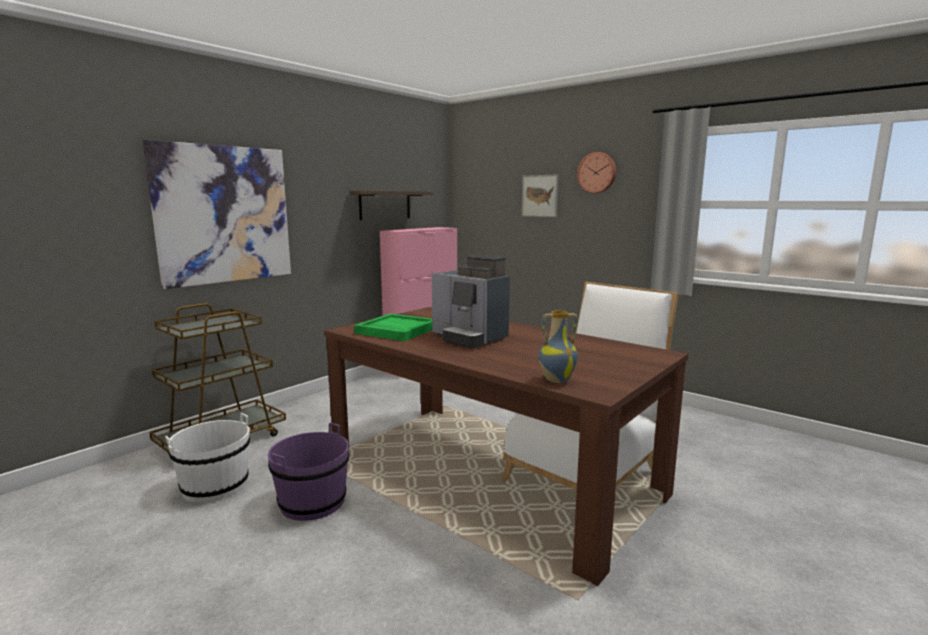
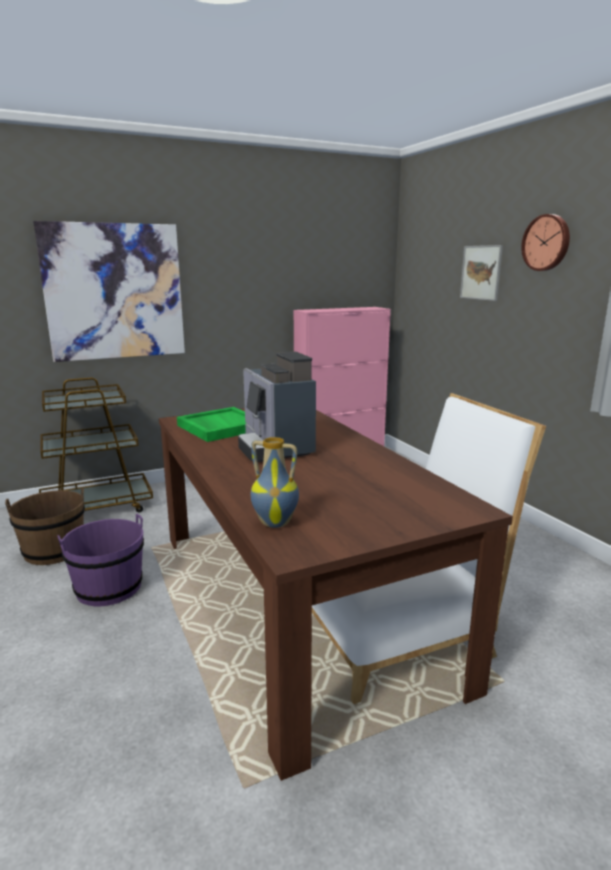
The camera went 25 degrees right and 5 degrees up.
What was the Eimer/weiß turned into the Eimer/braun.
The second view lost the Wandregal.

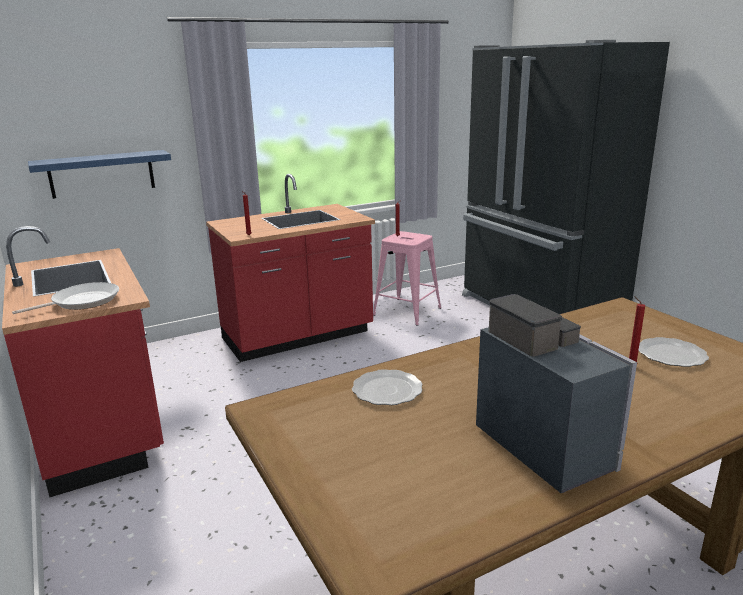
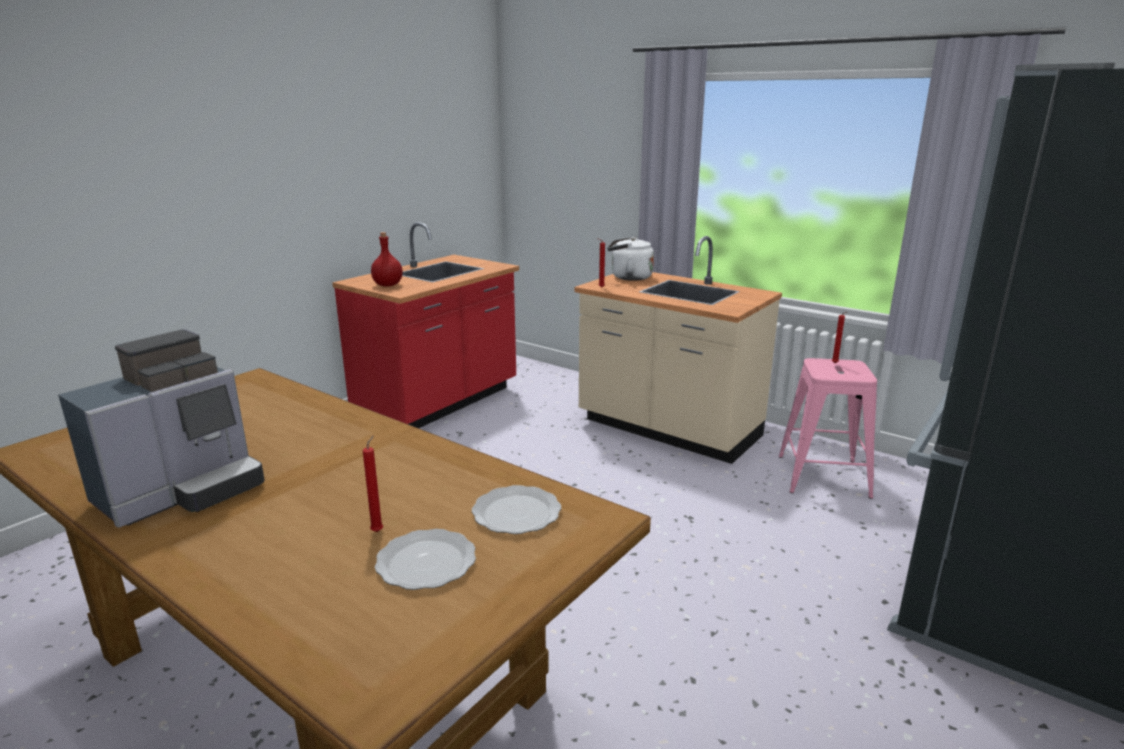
The camera went 65 degrees right and 0 degrees up.
Where the Pfanne stood, the Flasche/rot came to stand.
The second view lost the Wandregal/blau.
What was the Küchenzeile/rot (no. 2 from left) turned into the Küchenzeile/beige.
The Teller (no. 1 from left in the first image) ended up elsewhere.
The second view gained the Wasserkessel/weiß.

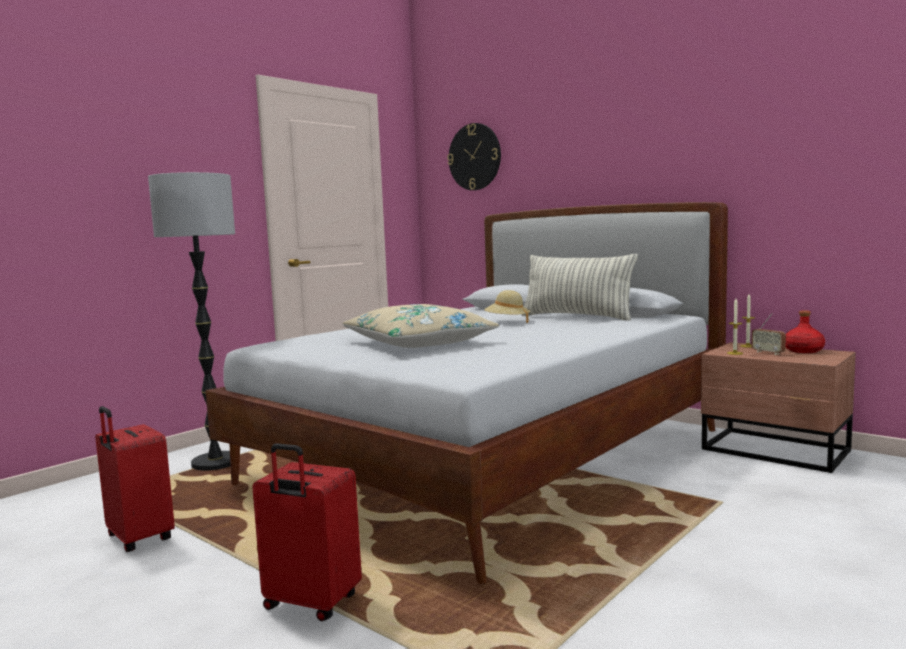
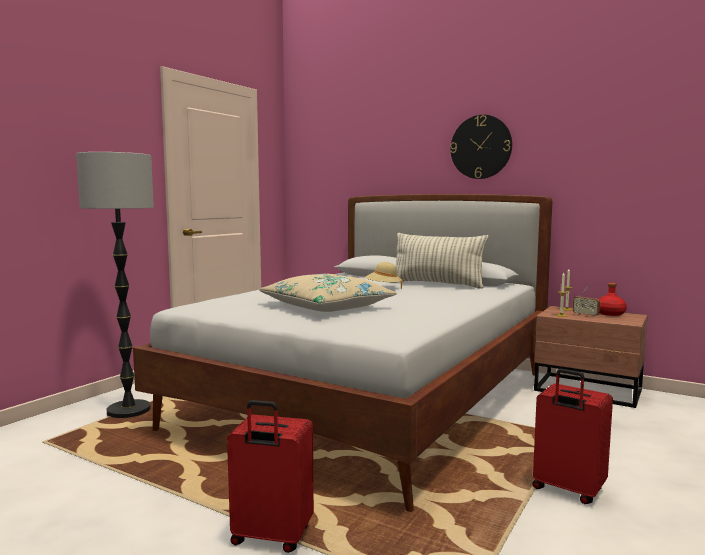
The camera went 10 degrees left and 0 degrees up.
The Koffer/rot (no. 1 from left in the first image) ended up elsewhere.
The Wanduhr ended up elsewhere.

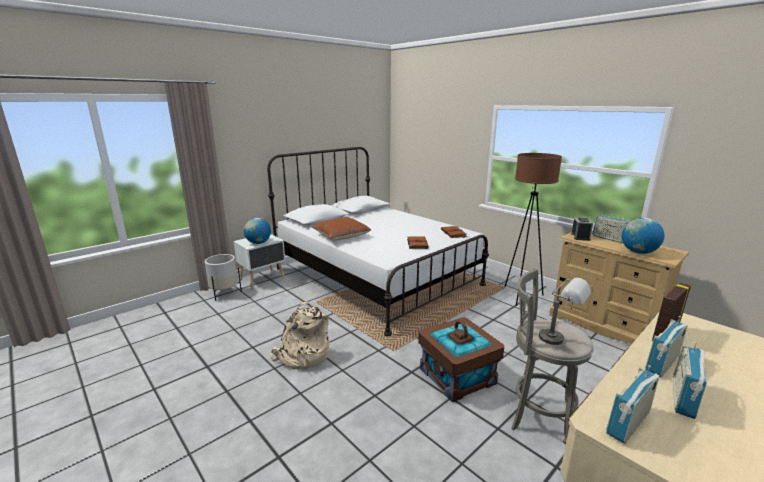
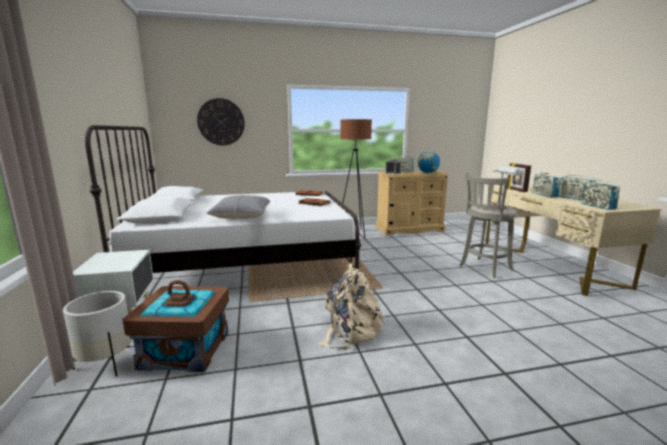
The camera went 60 degrees left and 5 degrees down.
The second view lost the Globus (no. 1 from left).
What was the Kissen/braun turned into the Kissen/grau.
The Aufbewahrungsbox/braun ended up elsewhere.
The second view gained the Wanduhr.

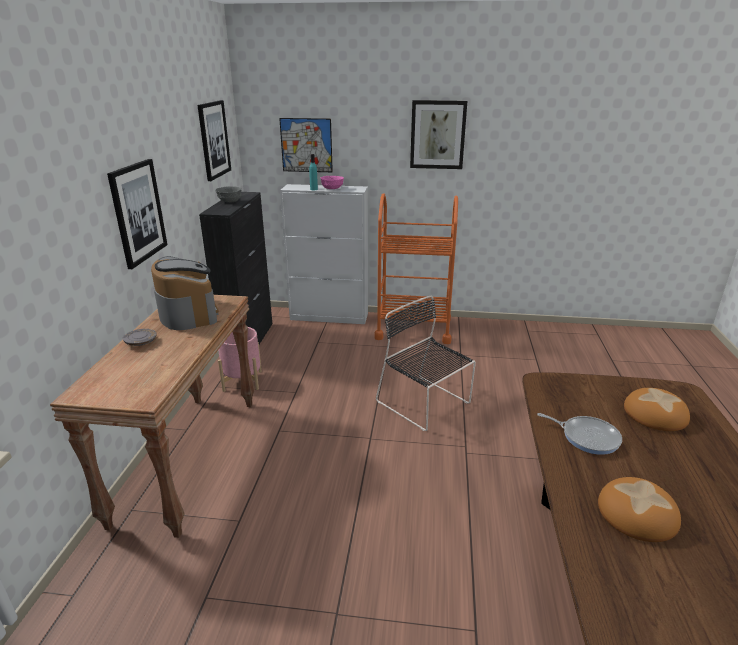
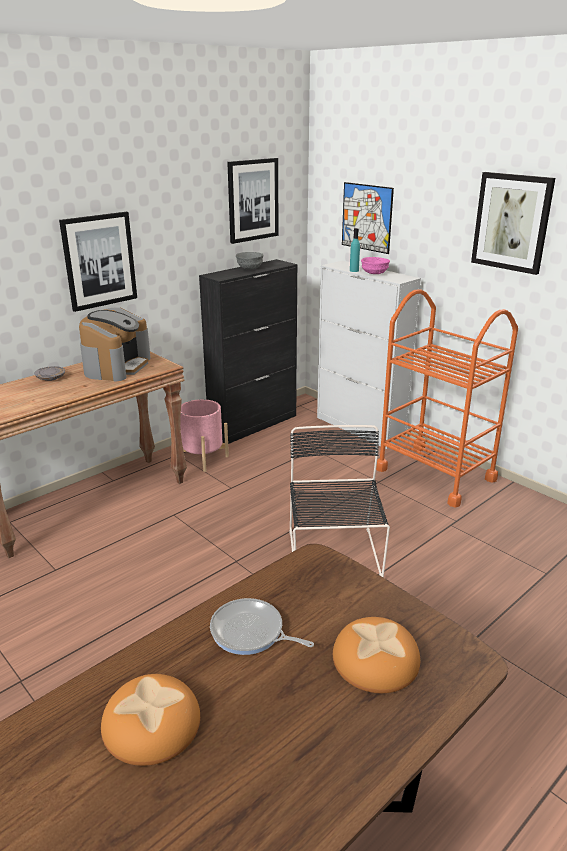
The camera went 40 degrees right and 0 degrees up.
The Pfanne ended up facing another way, 135 degrees clockwise from before.

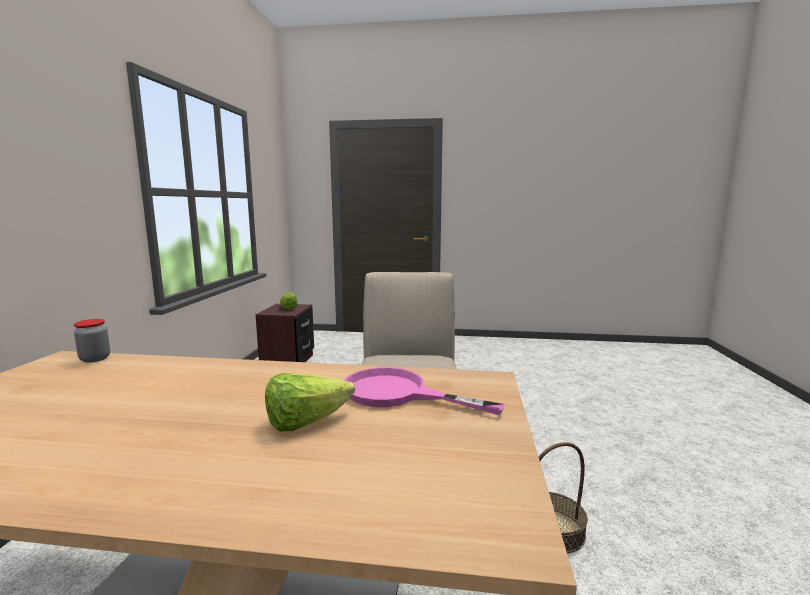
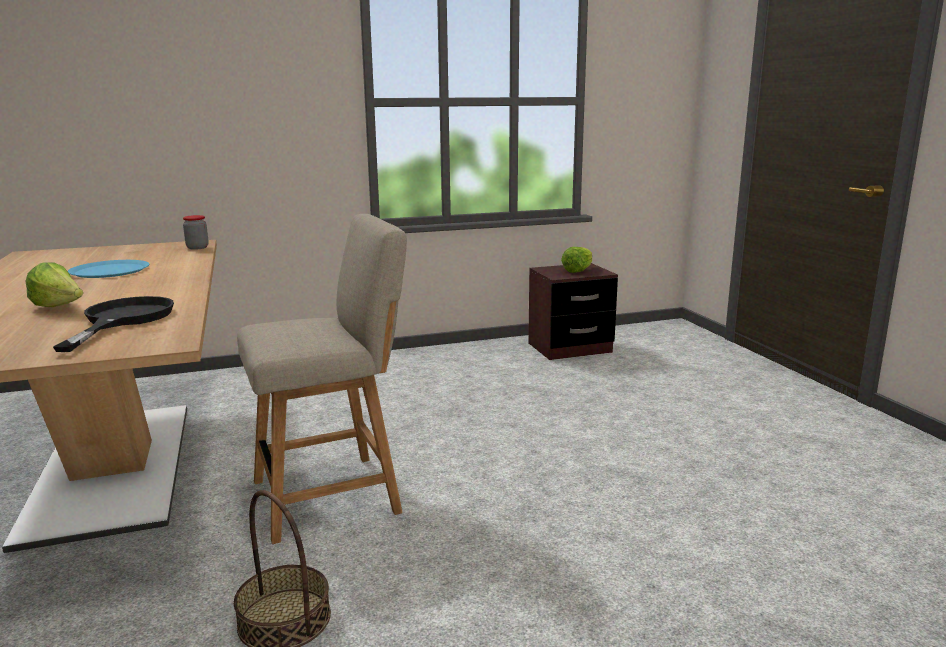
The camera went 65 degrees right and 5 degrees up.
What was the Pfanne/rosa turned into the Pfanne/schwarz.
The second view gained the Teller/blau.

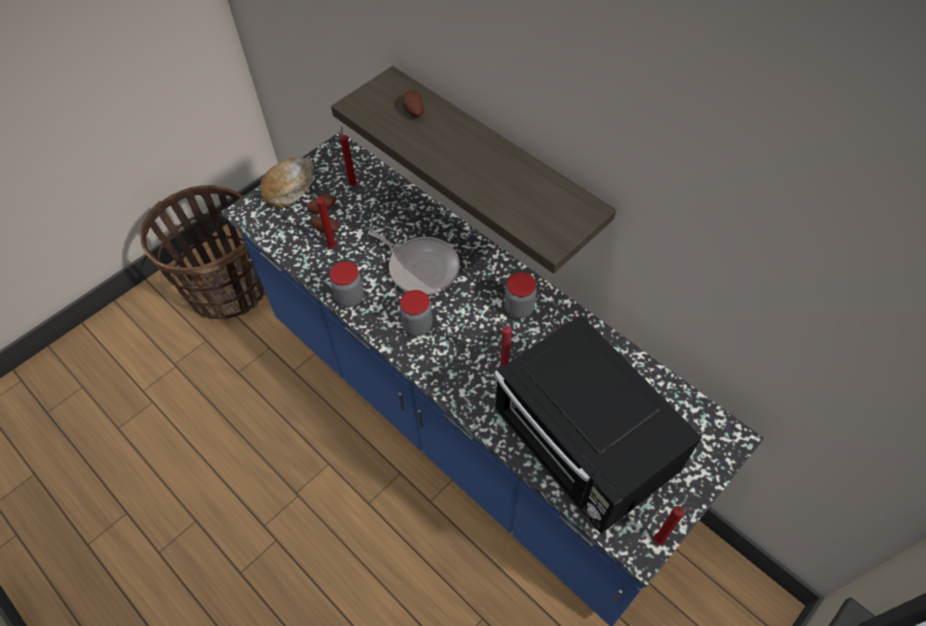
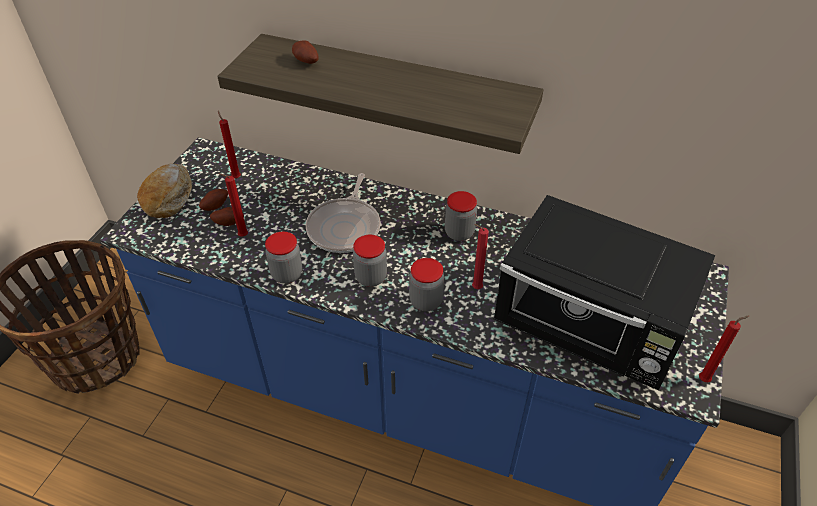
The camera went 25 degrees left and 10 degrees down.
The Pfanne ended up facing another way, 90 degrees clockwise from before.
The second view gained the Vorratsglas (no. 3 from left).

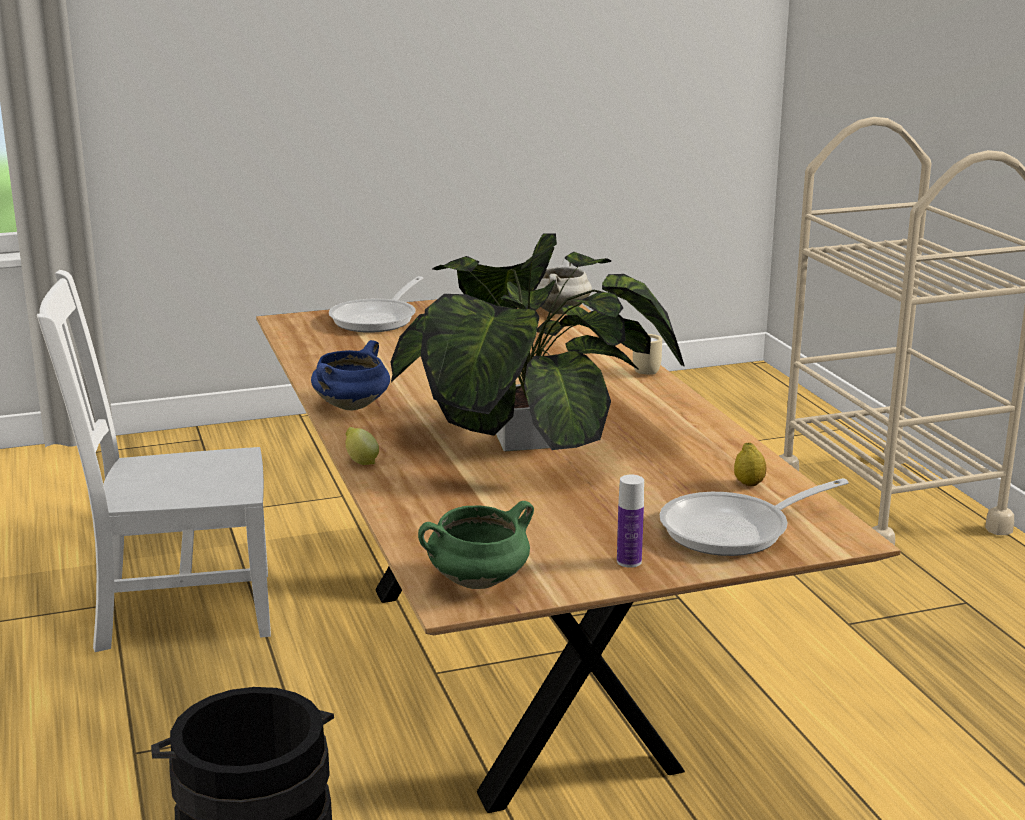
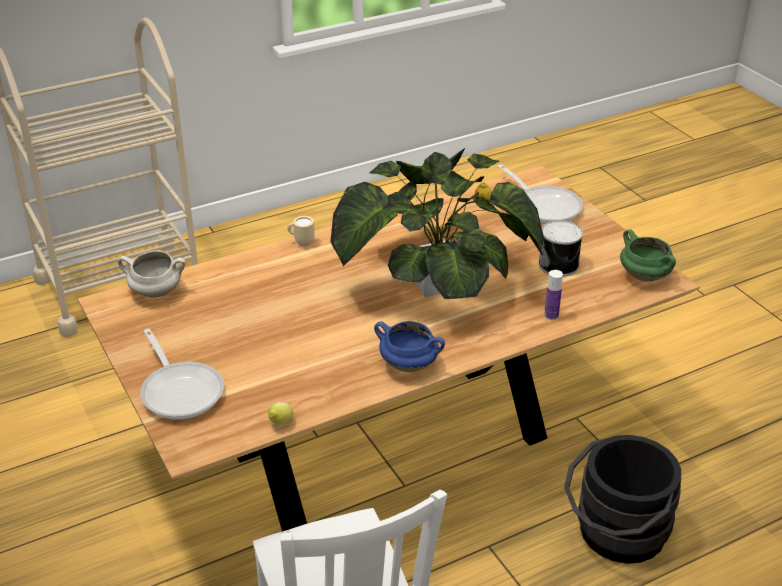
The camera went 100 degrees left and 15 degrees up.
The Pfanne (no. 1 from left) ended up facing another way, 45 degrees clockwise from before.
The Zitrone (no. 1 from left) ended up elsewhere.
The Flasche ended up elsewhere.
The second view gained the Dose.

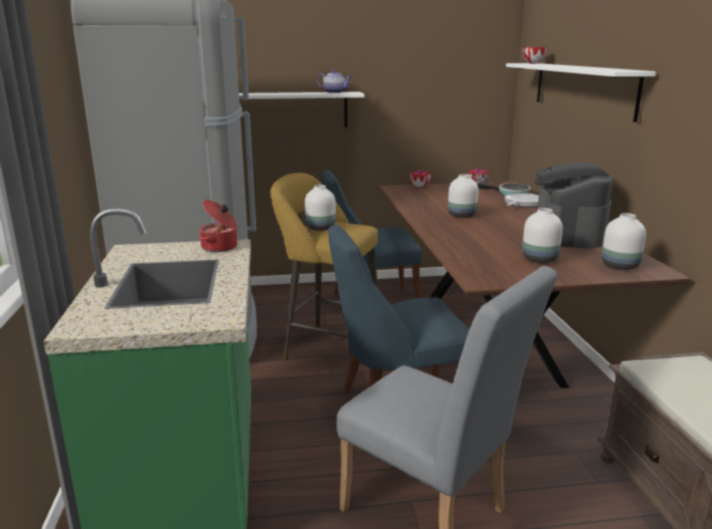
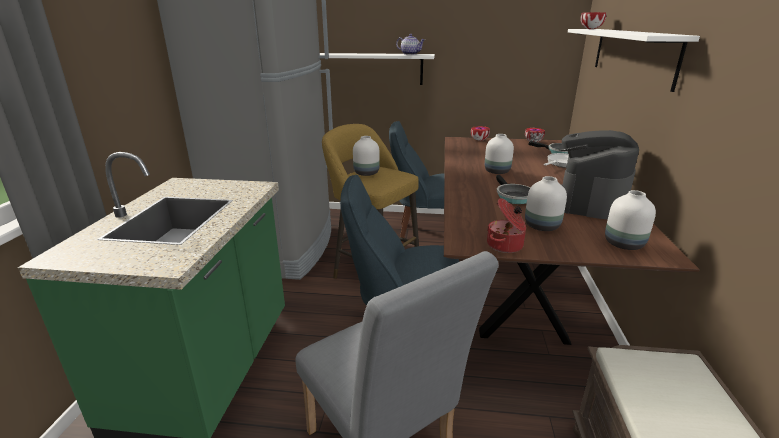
The camera went 15 degrees right and 5 degrees up.
The Kochtopf ended up elsewhere.
The second view gained the Pfanne (no. 1 from left).

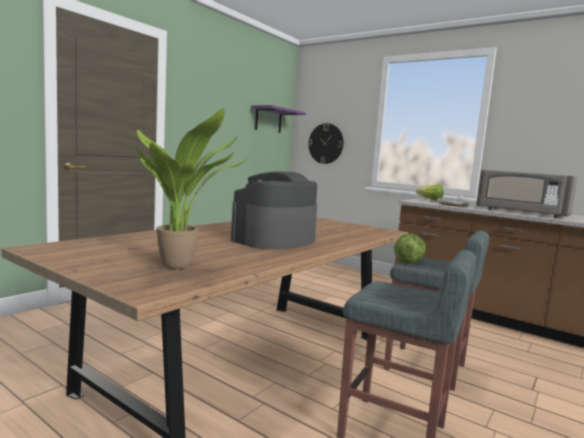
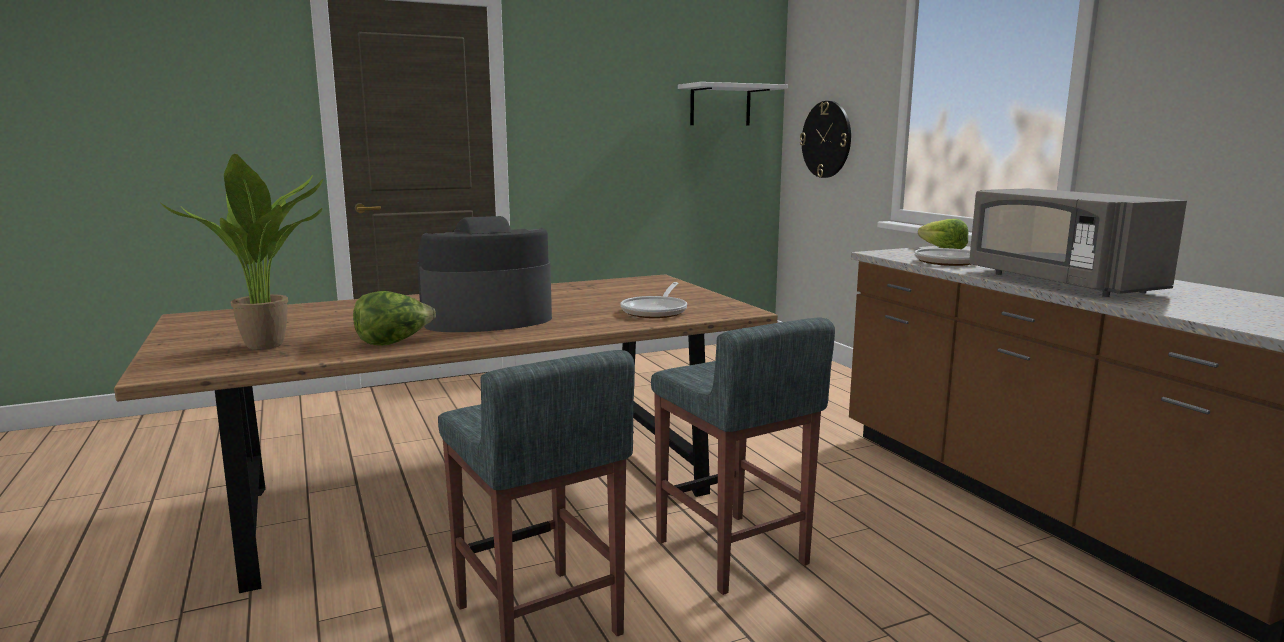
The camera went 30 degrees right and 5 degrees up.
What was the Wandregal/lila turned into the Wandregal/weiß.
The Salatkopf (no. 1 from left) ended up elsewhere.
The second view gained the Pfanne (no. 1 from left).

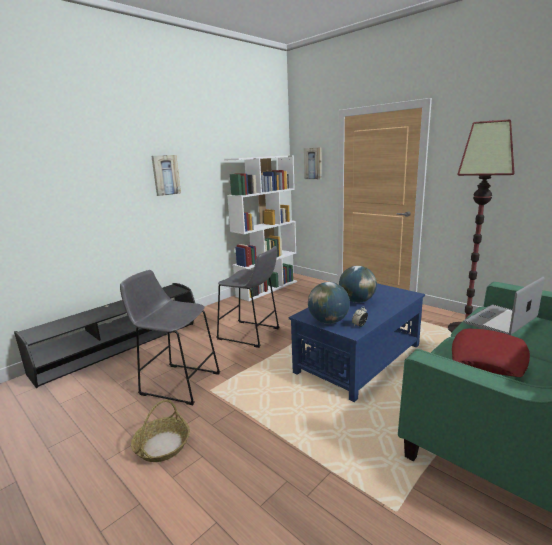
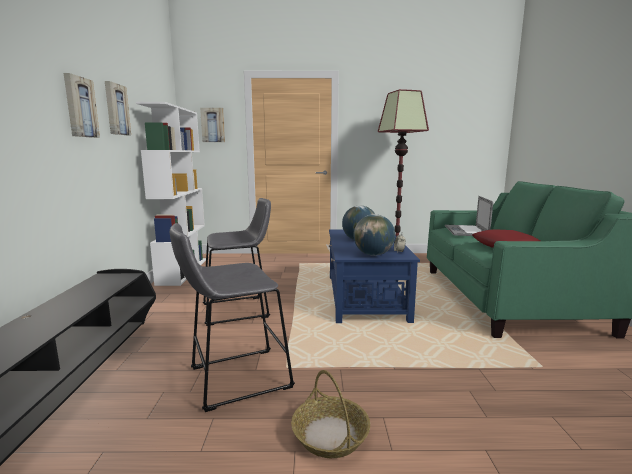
The camera went 45 degrees left and 5 degrees down.
The second view gained the Bild (no. 2 from left).

